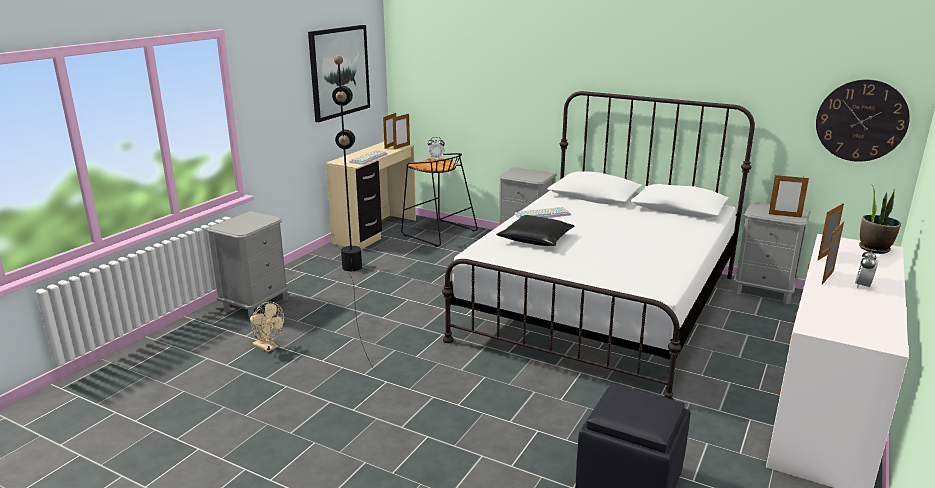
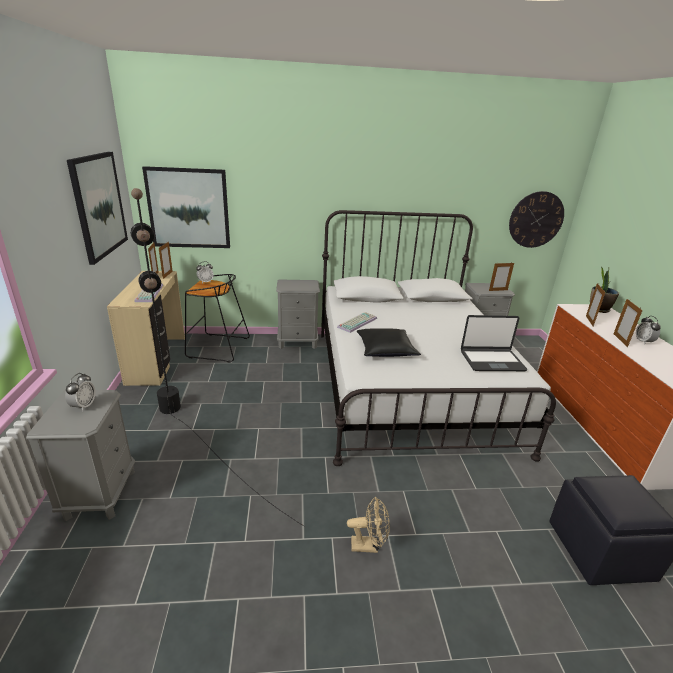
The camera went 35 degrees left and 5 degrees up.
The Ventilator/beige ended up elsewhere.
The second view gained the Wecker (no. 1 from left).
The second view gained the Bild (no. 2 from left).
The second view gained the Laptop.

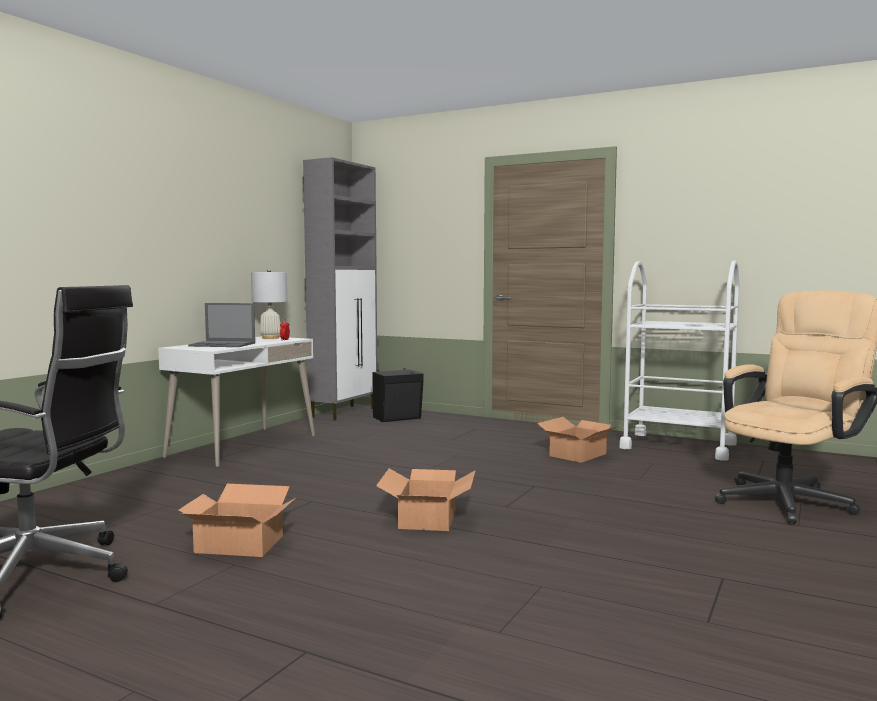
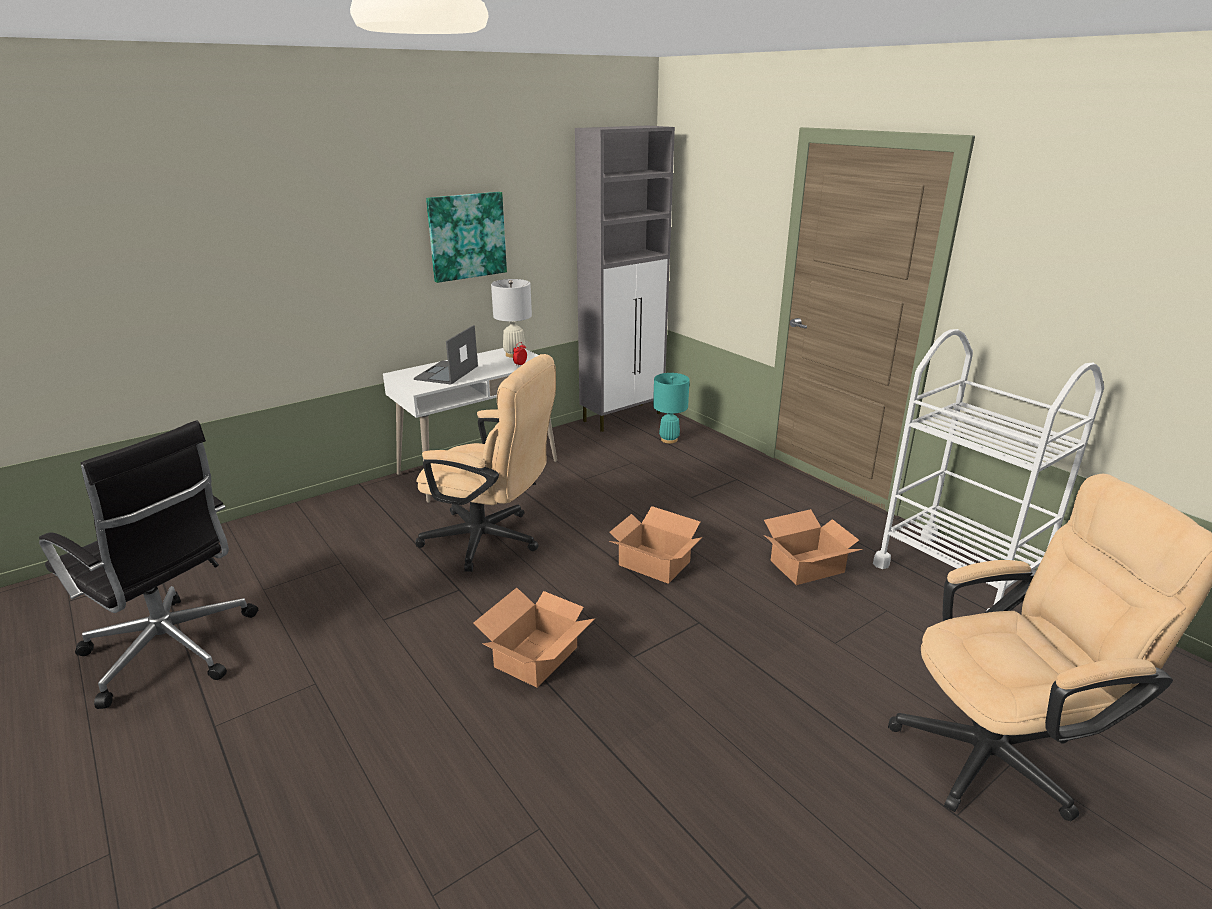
The camera went 25 degrees right and 20 degrees up.
The Karton (no. 1 from left in the first image) ended up elsewhere.
The Laptop ended up facing another way, 75 degrees clockwise from before.
Where the Lautsprecher/schwarz stood, the Tischlampe/türkis came to stand.
The second view gained the Bürostuhl/beige (no. 1 from left).
The second view gained the Bild.

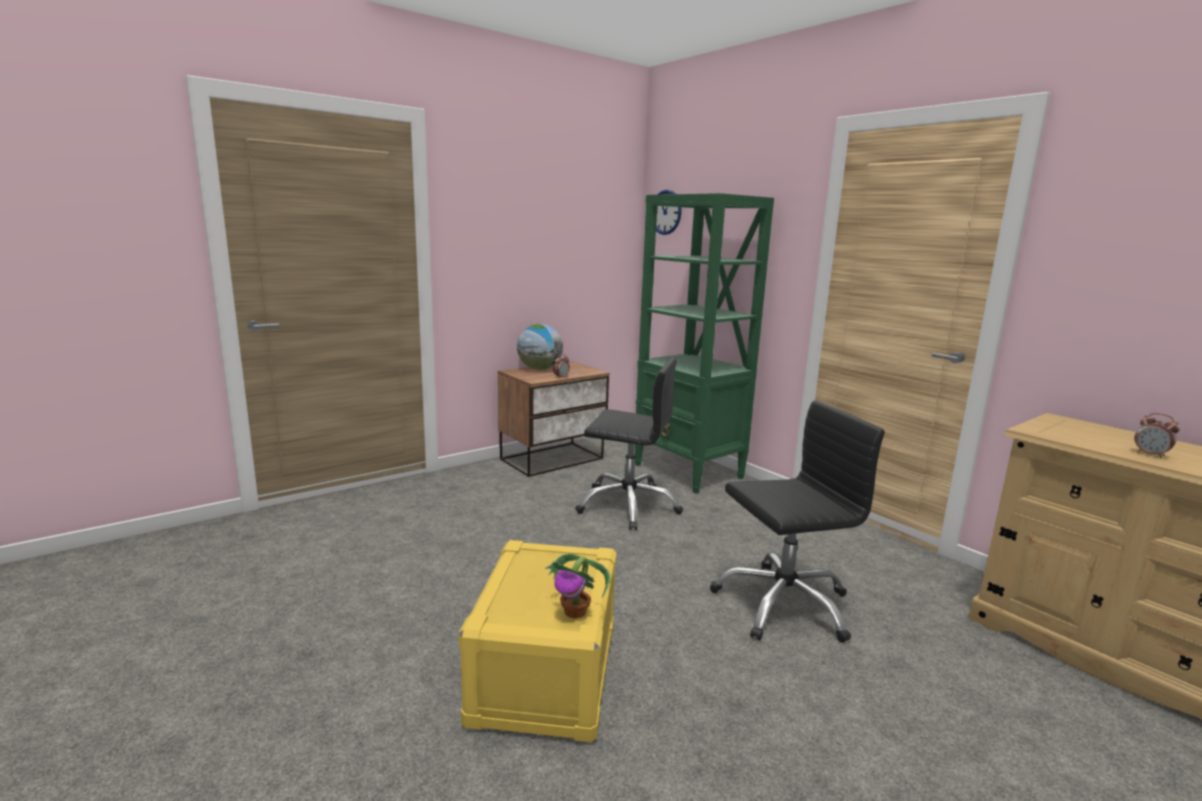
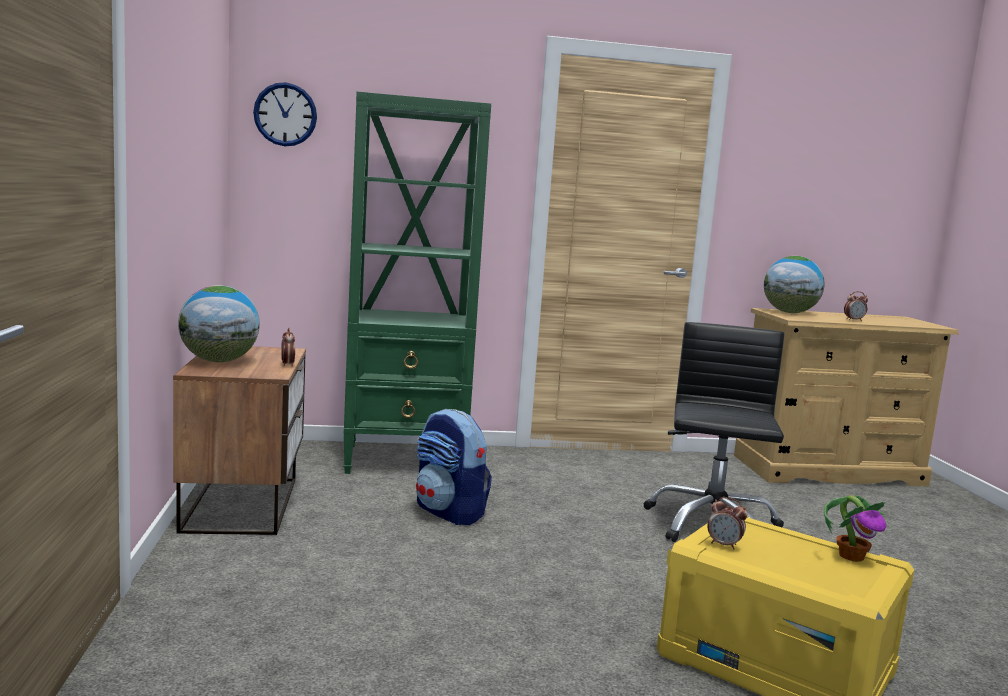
The camera went 60 degrees left and 5 degrees down.
Where the Bürostuhl/schwarz (no. 1 from left) stood, the Rucksack came to stand.
The second view gained the Wecker (no. 2 from left).
The second view gained the Globus (no. 2 from left).

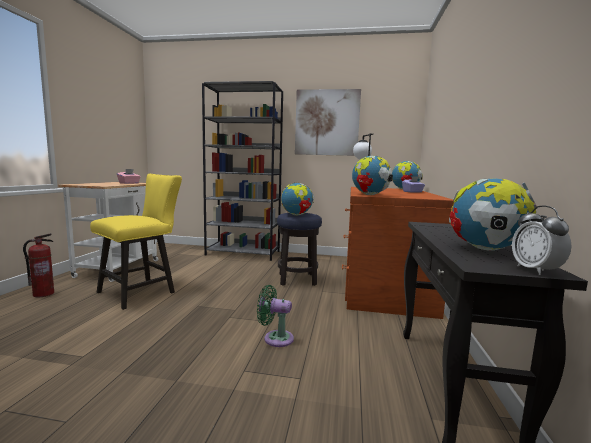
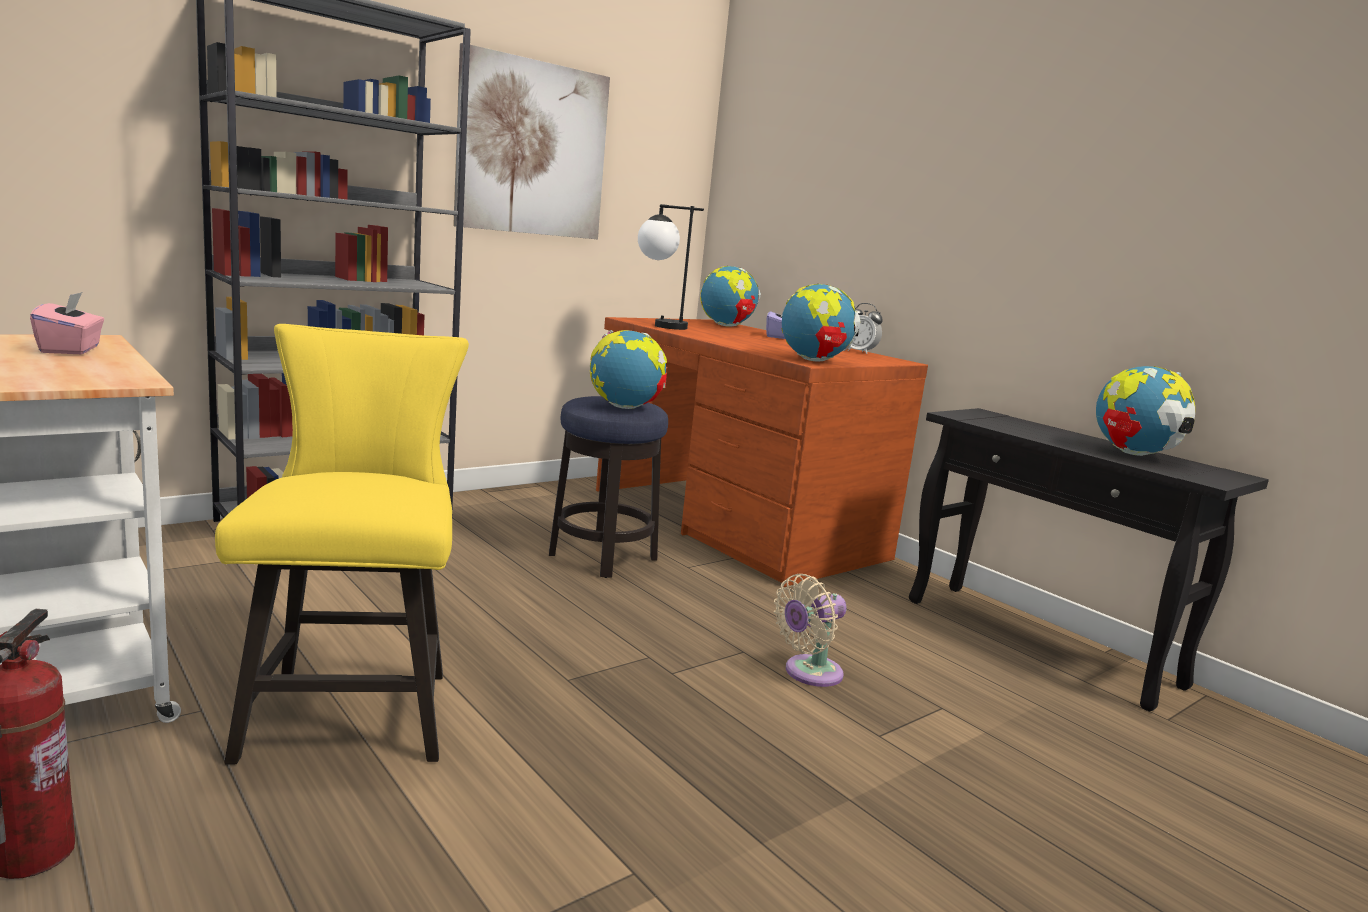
The camera went 50 degrees left and 5 degrees up.
What was the Ventilator/grün turned into the Ventilator/beige.
The Wecker ended up elsewhere.

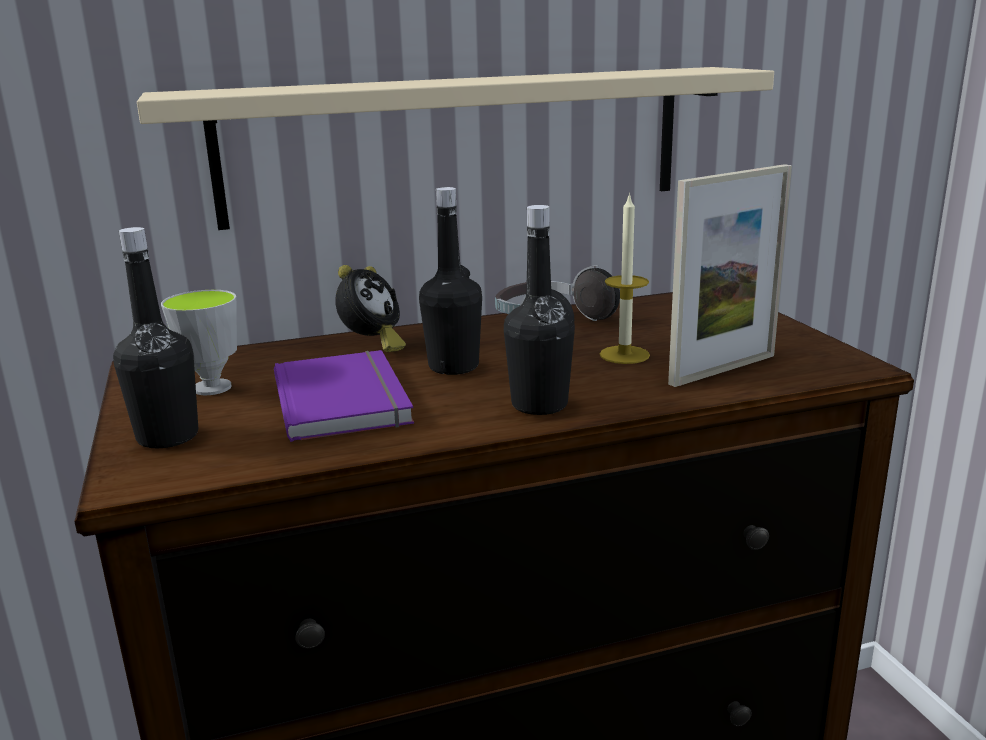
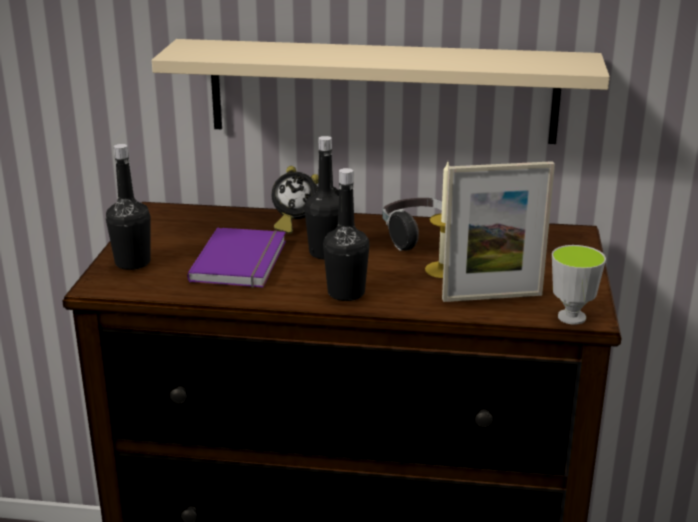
The camera went 25 degrees right and 5 degrees up.
The Tasse ended up elsewhere.
The Wecker ended up facing another way, 45 degrees clockwise from before.

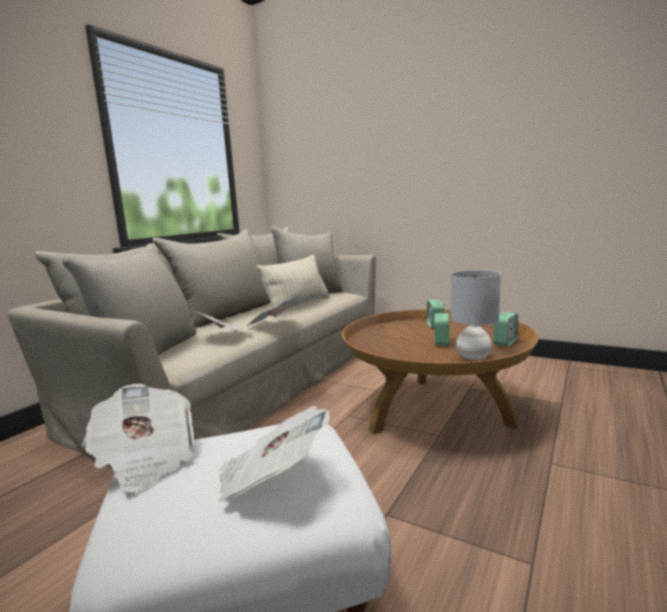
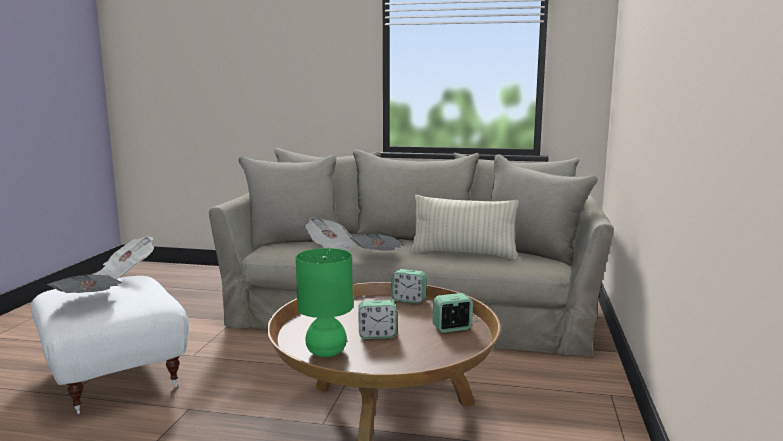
The camera went 70 degrees right and 0 degrees up.
What was the Tischlampe/grau turned into the Tischlampe/grün.
The Wecker (no. 3 from left in the first image) ended up elsewhere.

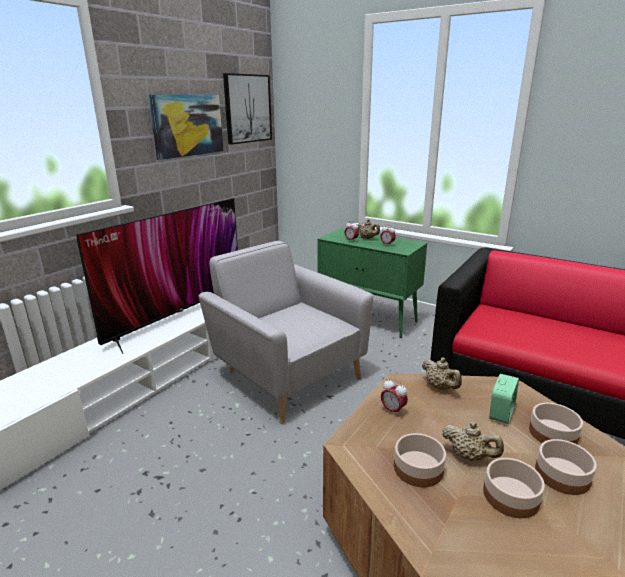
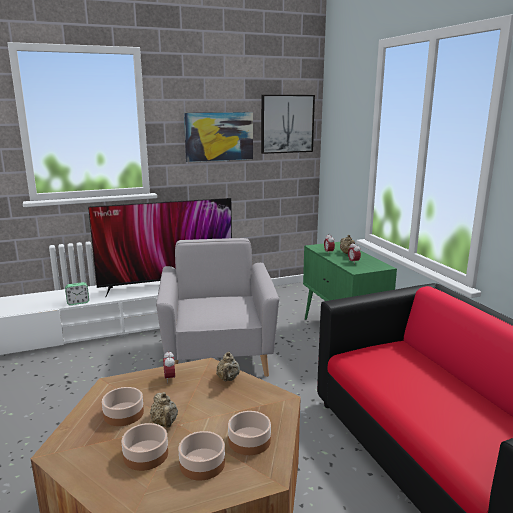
The camera went 35 degrees right and 5 degrees down.
The Wecker (no. 4 from left in the first image) ended up elsewhere.

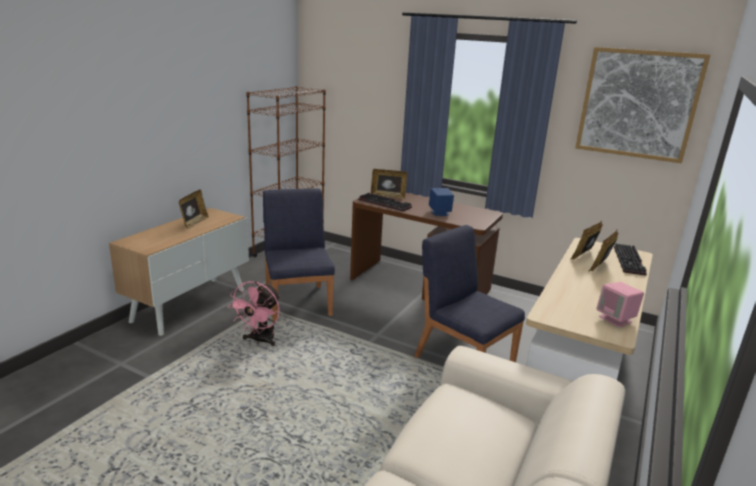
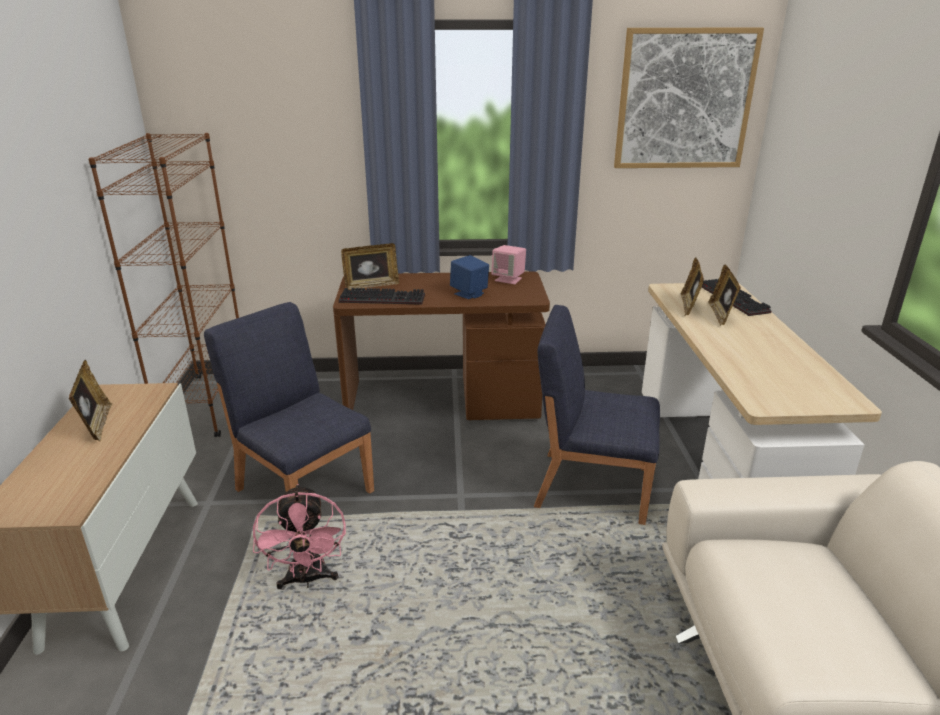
The camera went 30 degrees left and 5 degrees up.
The Lautsprecher/rosa ended up elsewhere.

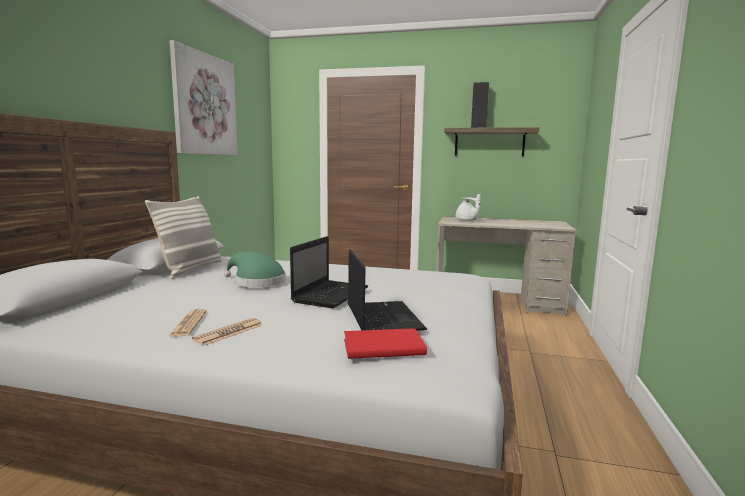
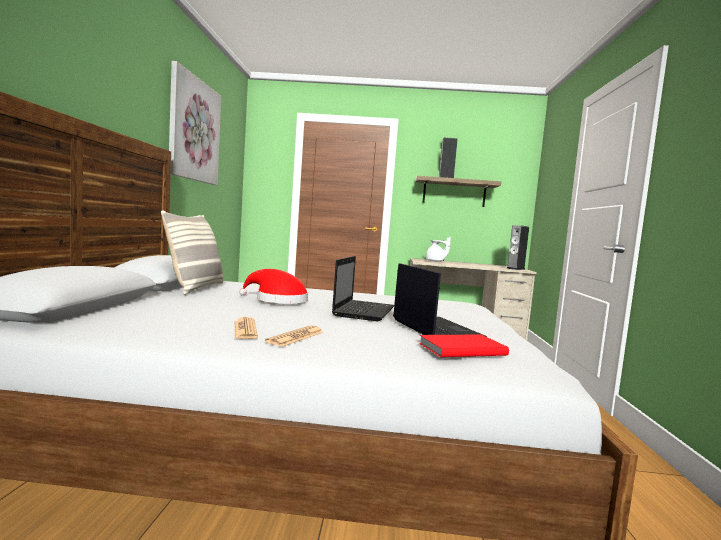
The camera went 10 degrees left and 5 degrees down.
What was the Hut/grün turned into the Hut/rot.
The second view gained the Lautsprecher (no. 2 from left).

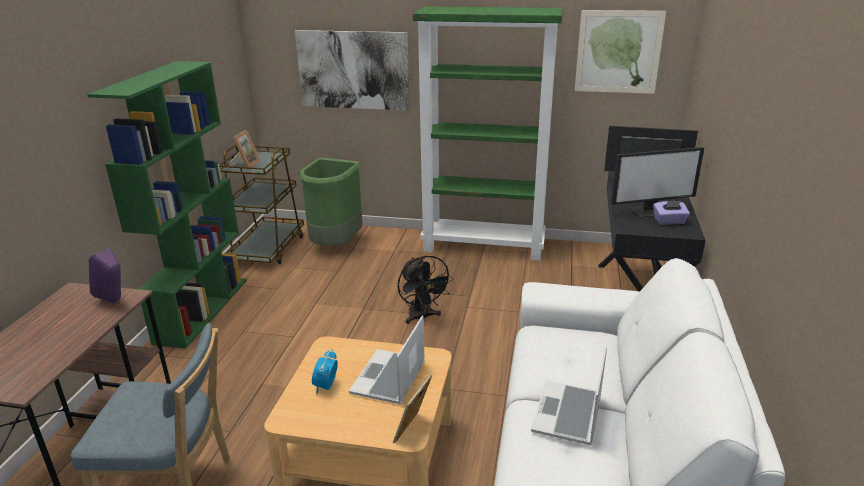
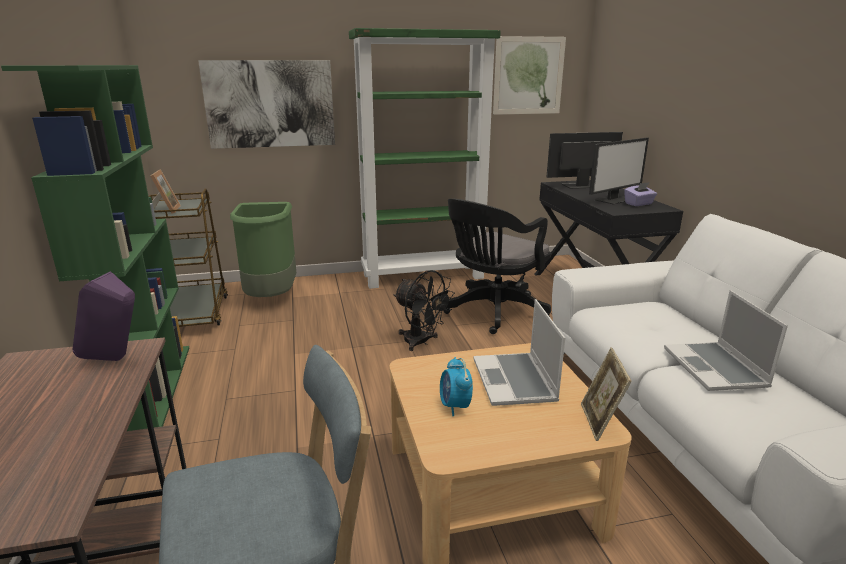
The camera went 25 degrees left and 5 degrees down.
The second view gained the Bürostuhl/schwarz.

